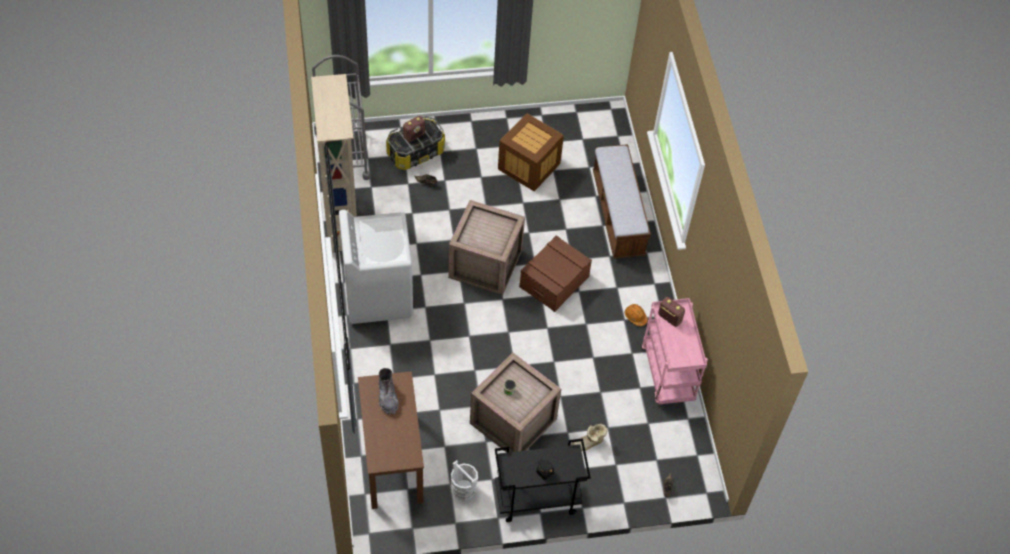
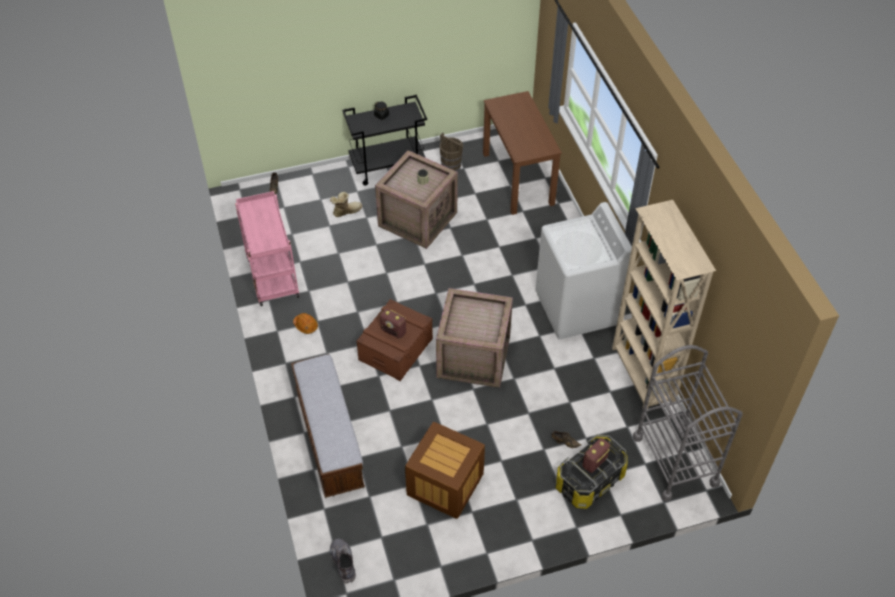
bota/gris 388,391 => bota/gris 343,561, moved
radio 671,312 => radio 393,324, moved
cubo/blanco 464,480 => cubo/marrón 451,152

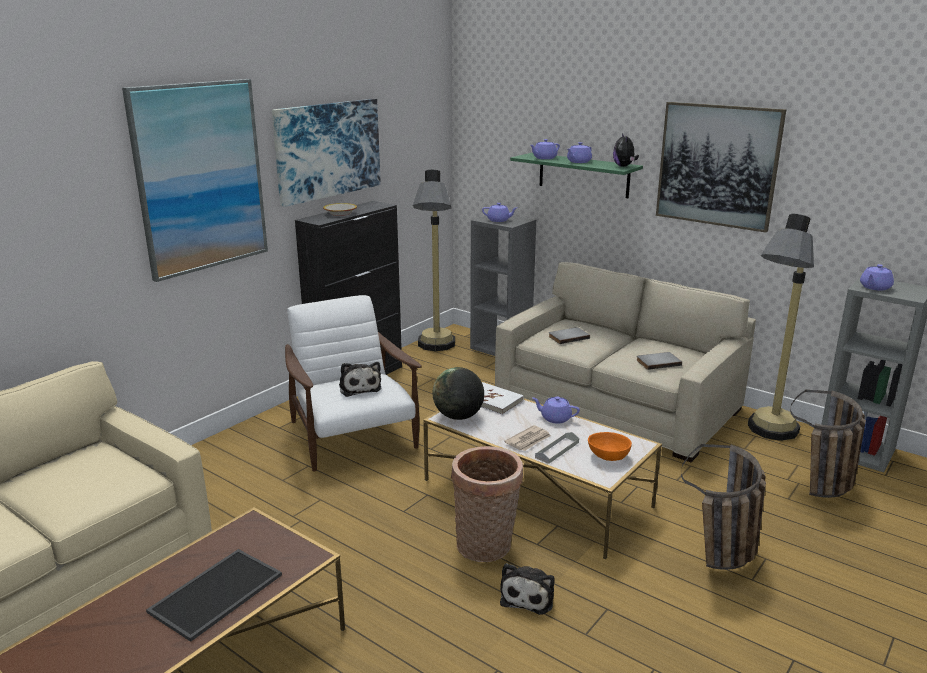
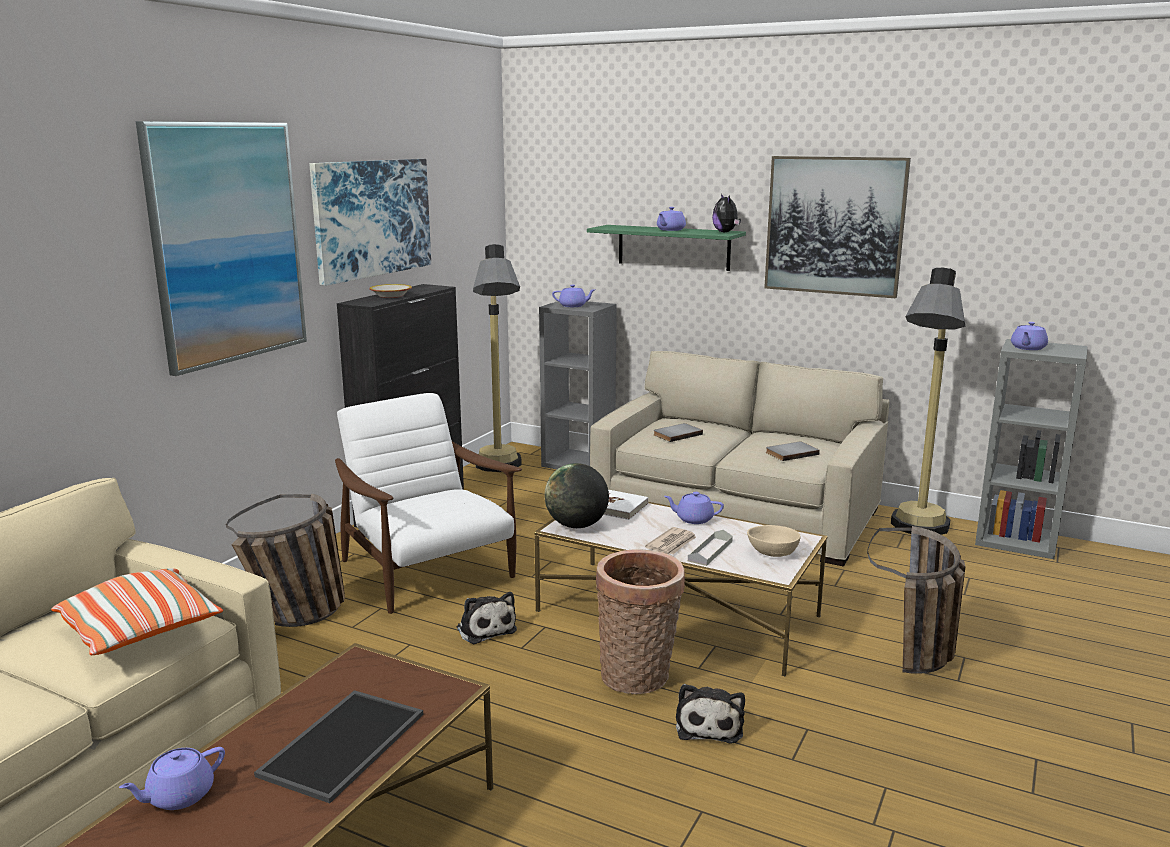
nothing => cojín 137,611
tetera/morado 545,149 => tetera/morado 172,778, moved
cesta 828,444 => cesta 285,560, moved
peluche 360,379 => peluche 487,618, moved
cuenco/naranja 610,446 => cuenco/beis 774,541

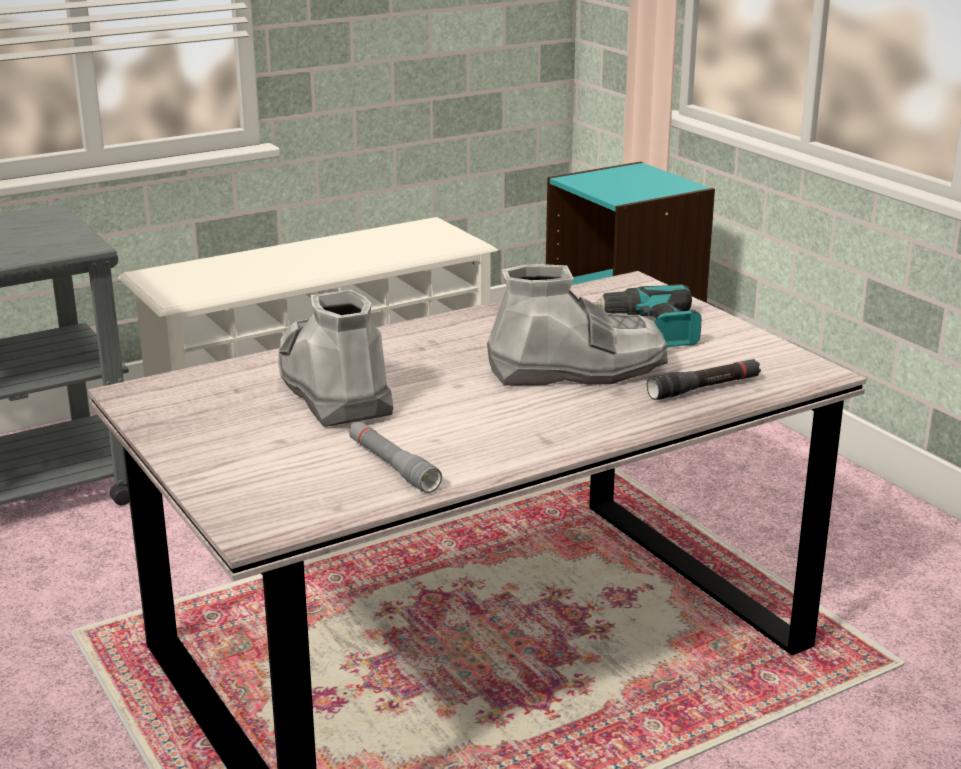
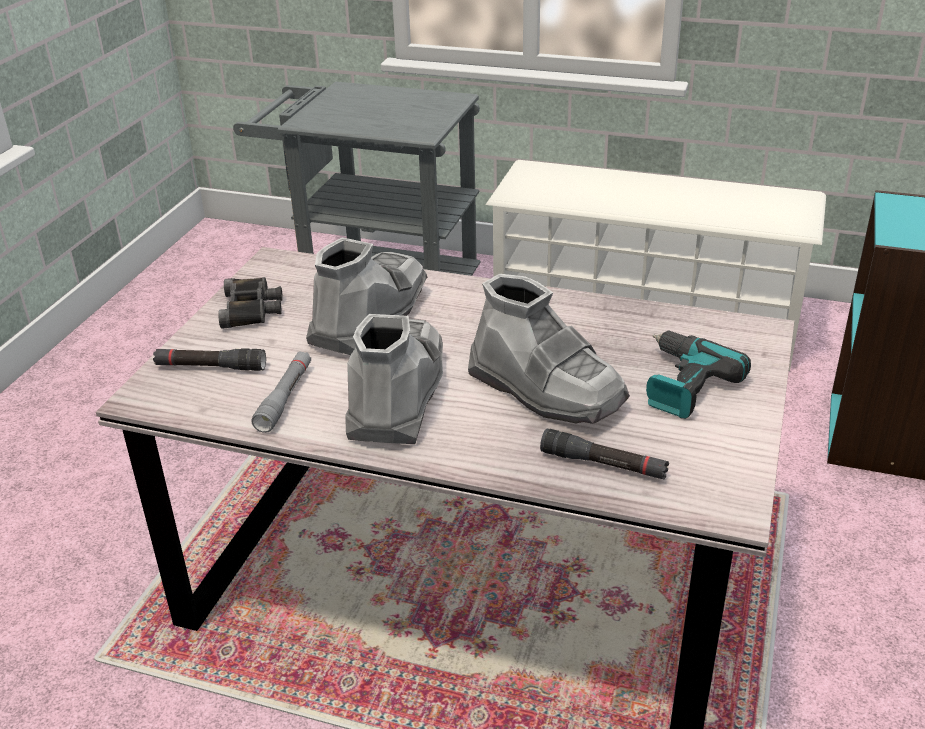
nothing => linterna/negro 209,359
nothing => prismáticos/negro 250,303
nothing => bota/gris 394,379

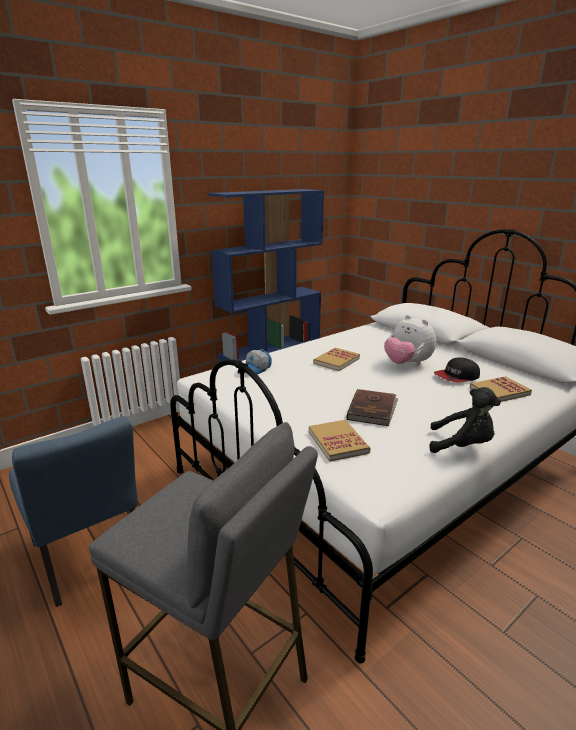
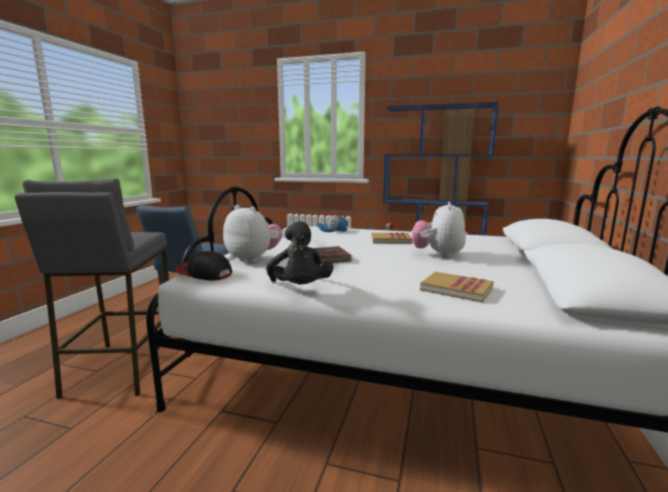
gorra 457,370 => gorra 203,266, moved
libro 340,441 => peluche 252,234

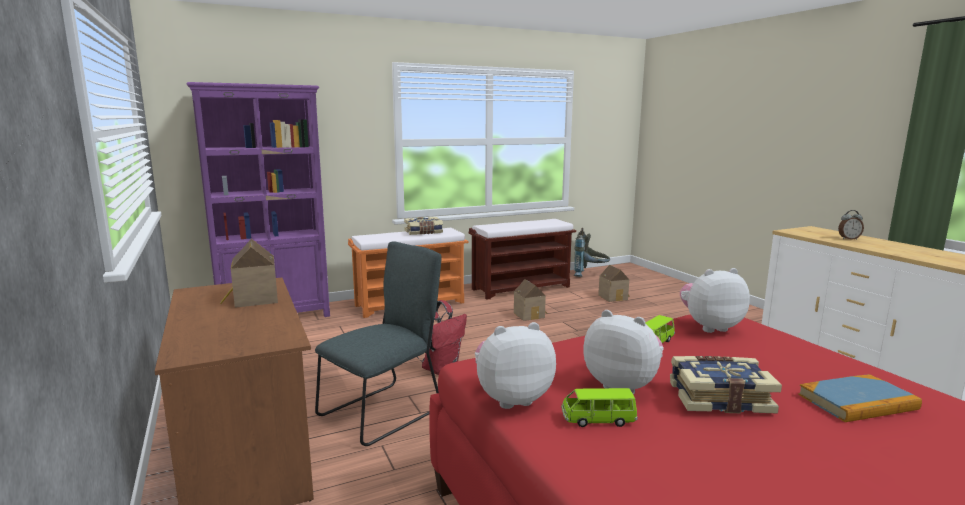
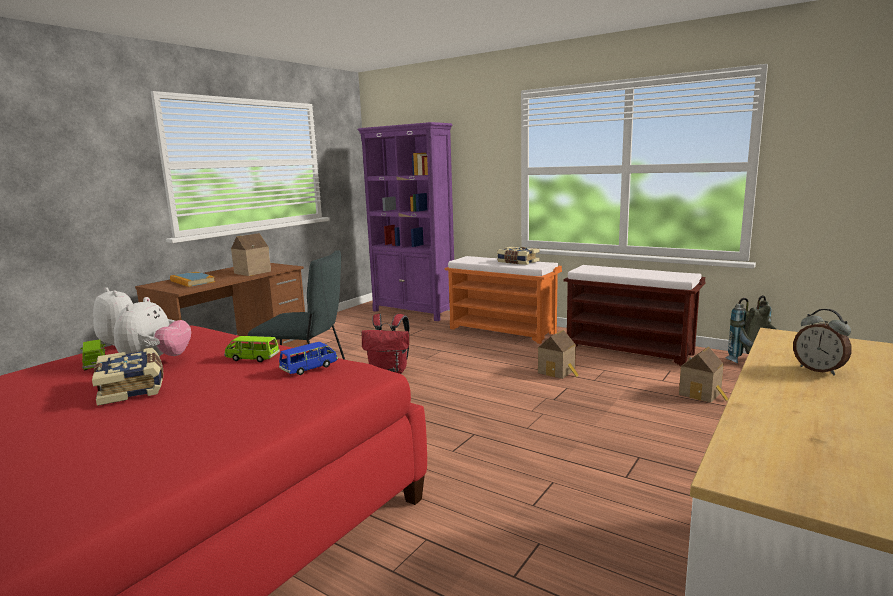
libro 860,398 => libro 192,279, moved
peluche 715,300 => coche de juguete/azul 308,358

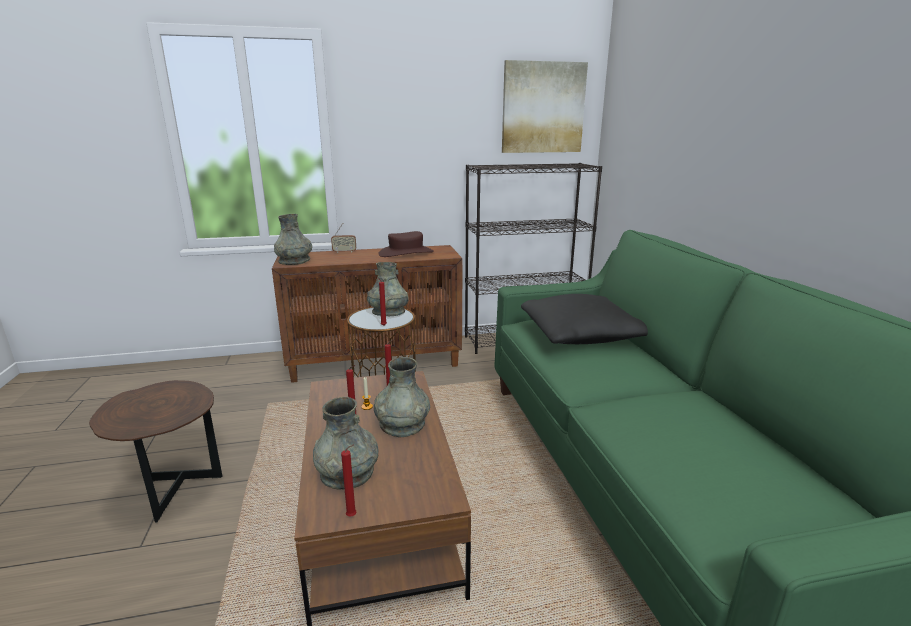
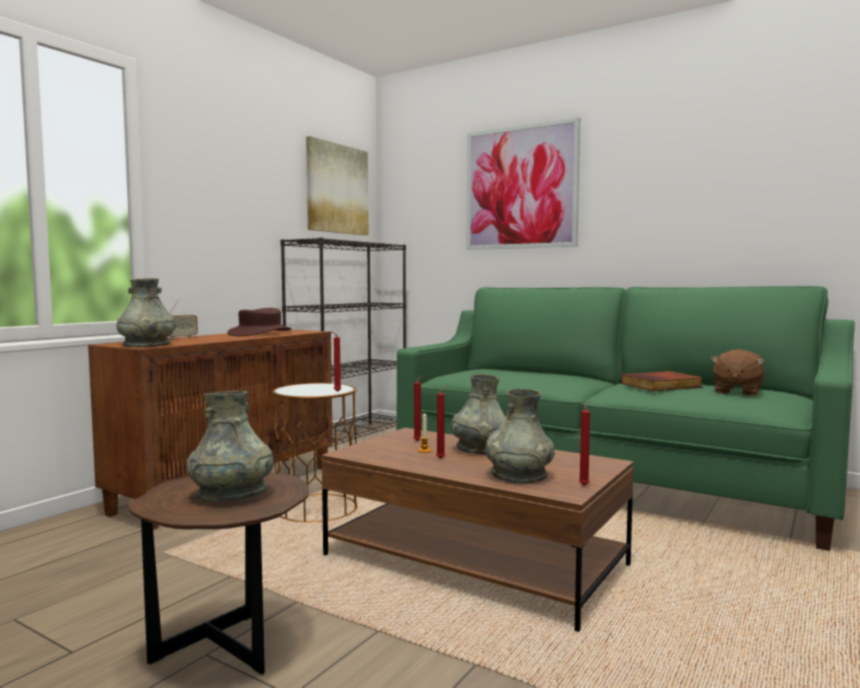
florero/gris 388,289 => florero/gris 230,446, moved
nothing => cuadro 523,183
nothing => libro 662,381
nothing => peluche/marrón 738,372
cojín/negro 584,319 => nothing

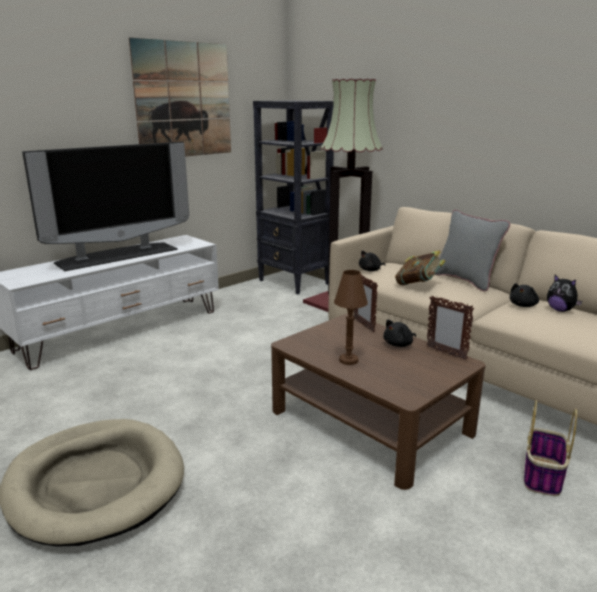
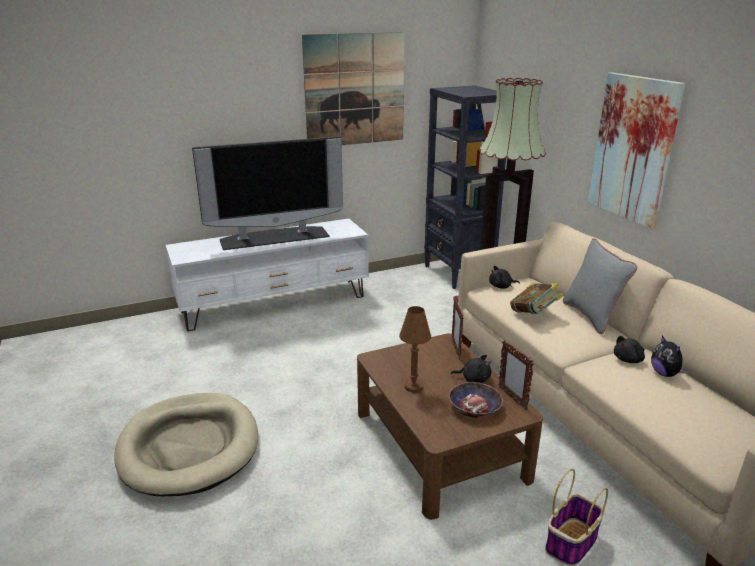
nothing => cuenco 476,400
peluche/negro 399,333 => peluche/negro 471,369, 150 degrees counterclockwise
nothing => cuadro 636,150

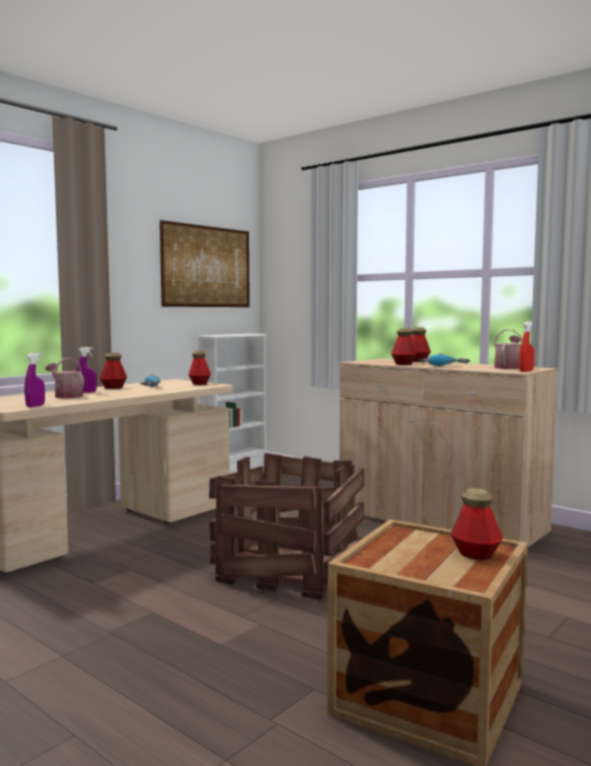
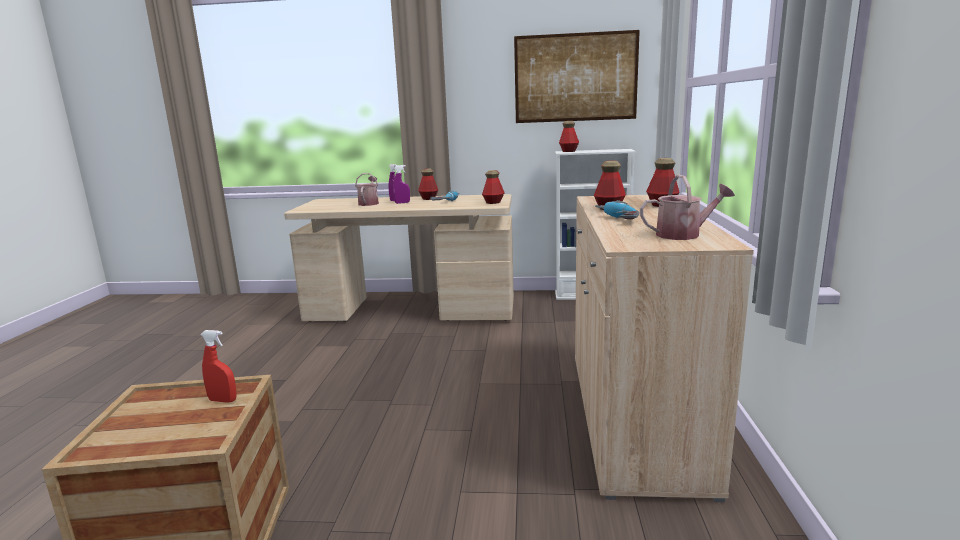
pulverizador/rojo 526,346 => pulverizador/rojo 218,366, moved
pulverizador/morado 34,380 => pulverizador/morado 401,184, moved
botella 477,524 => botella 569,136, moved
caja de embalaje 286,526 => nothing

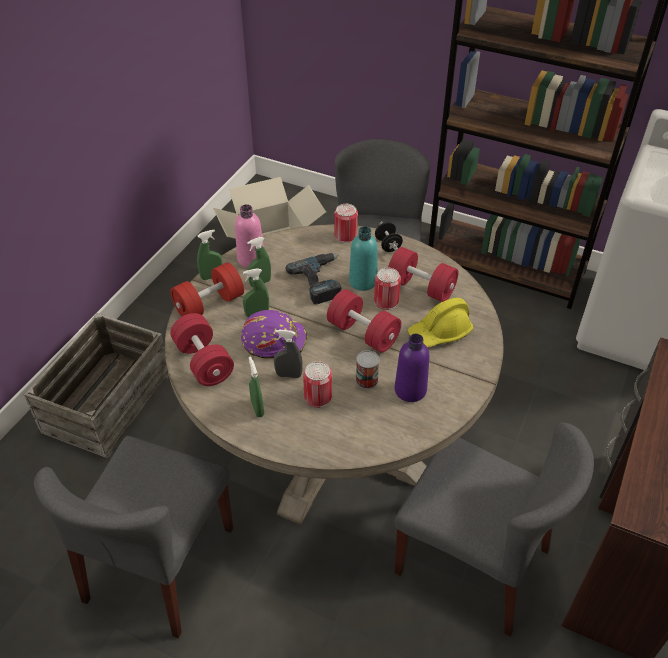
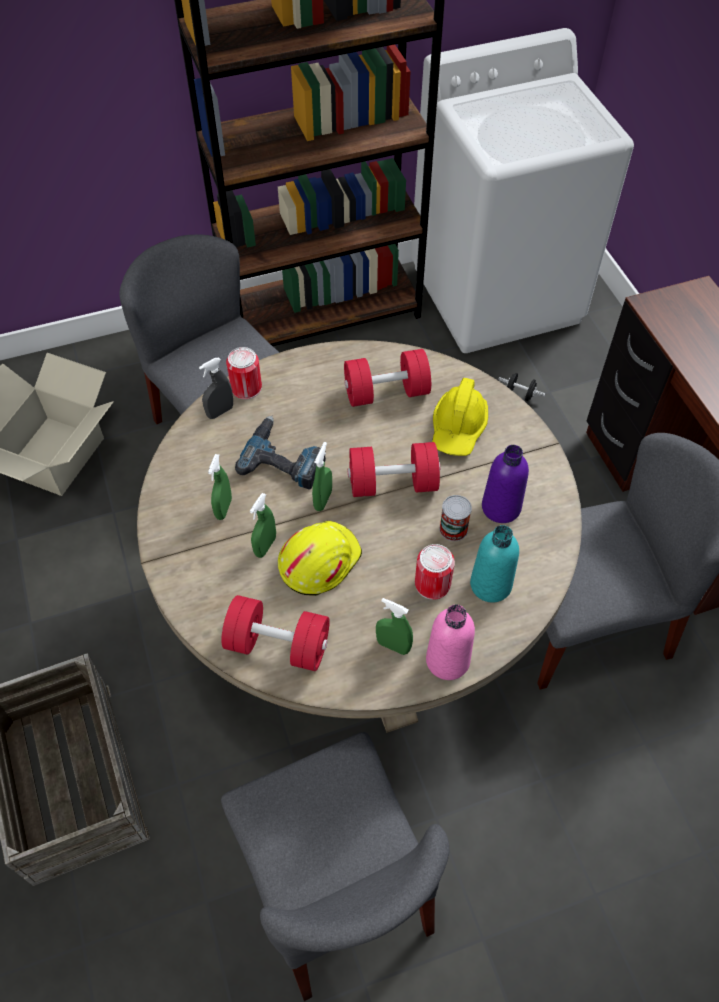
pulverizador/gris 288,354 => pulverizador/gris 216,388, moved
casco/morado 274,334 => casco/amarillo 320,558
pulverizador/verde 209,255 => pulverizador/verde 322,476, moved
botella/rosa 249,236 => botella/rosa 450,642, moved
botella/turquesa 363,258 => botella/turquesa 494,564, moved
mancuerna/negro 389,237 => mancuerna/negro 521,387, moved
mancuerna/rojo 207,289 => nothing
lata 387,288 => nothing

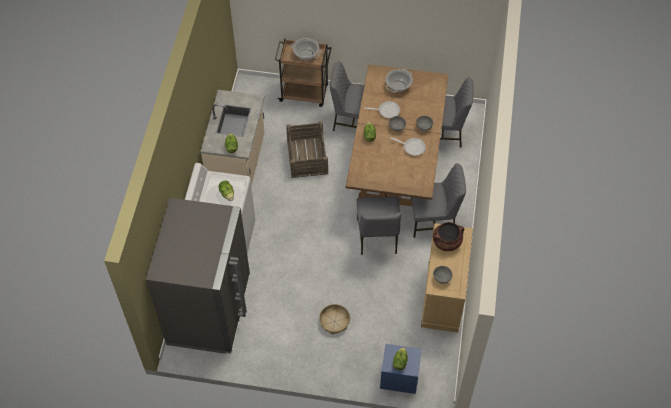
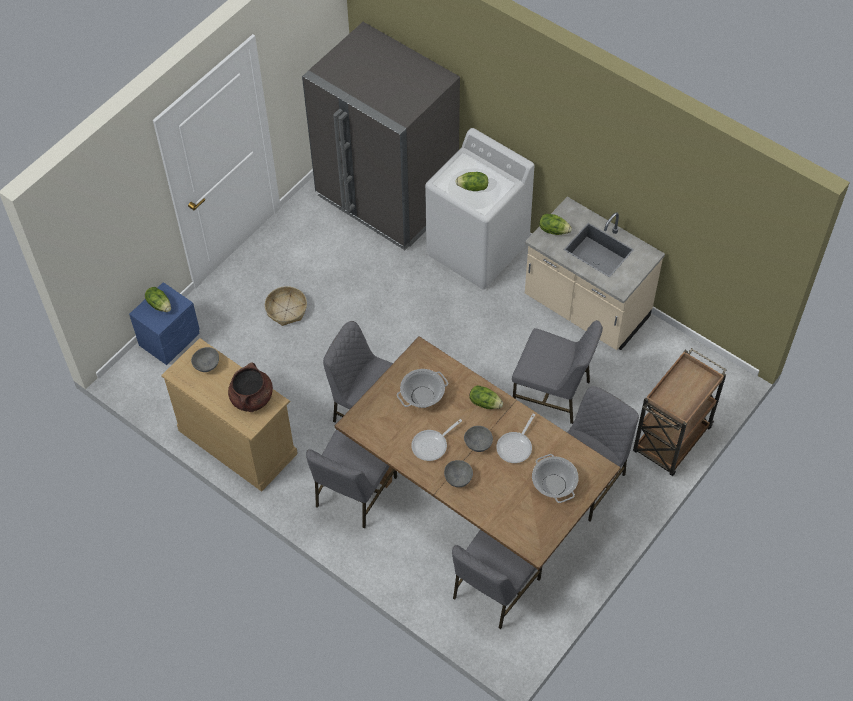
olla 306,49 => olla 422,388, moved
caja de embalaje 307,149 => silla/gris 557,372

